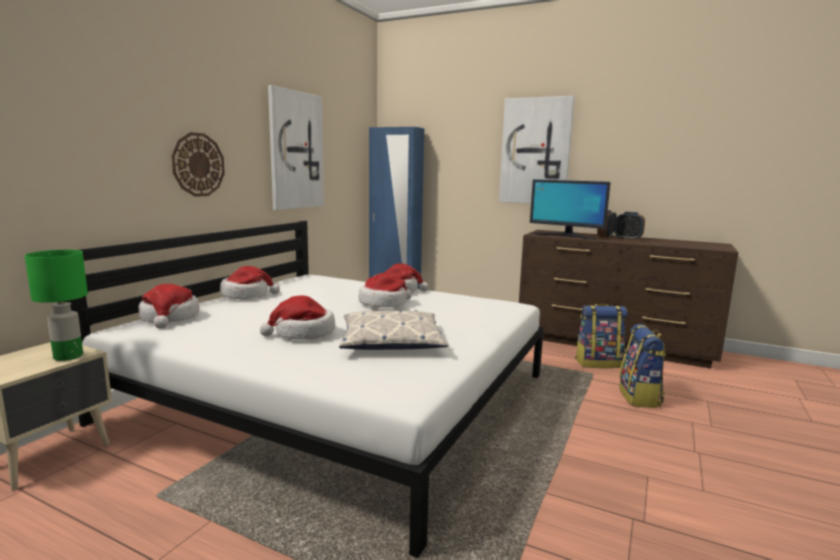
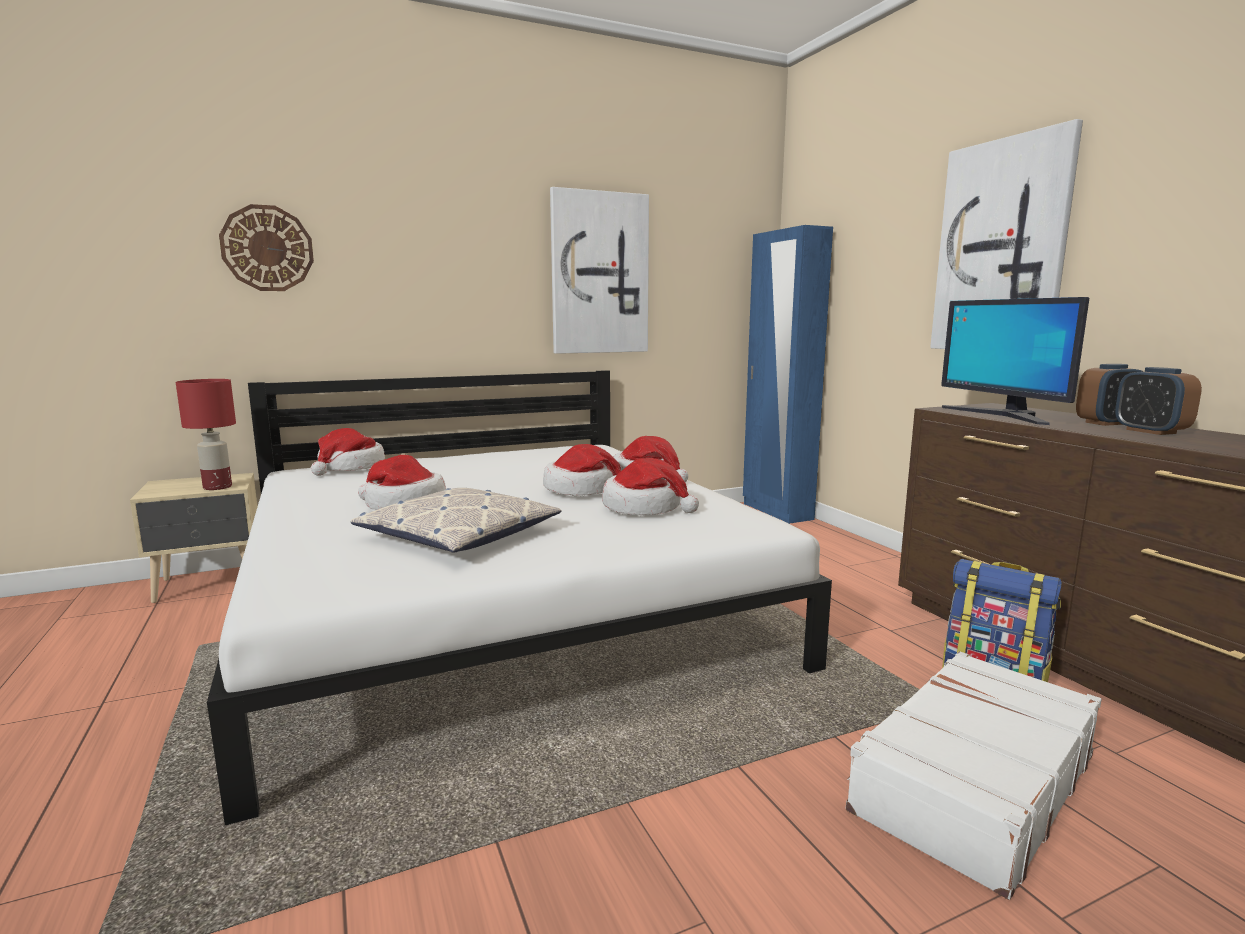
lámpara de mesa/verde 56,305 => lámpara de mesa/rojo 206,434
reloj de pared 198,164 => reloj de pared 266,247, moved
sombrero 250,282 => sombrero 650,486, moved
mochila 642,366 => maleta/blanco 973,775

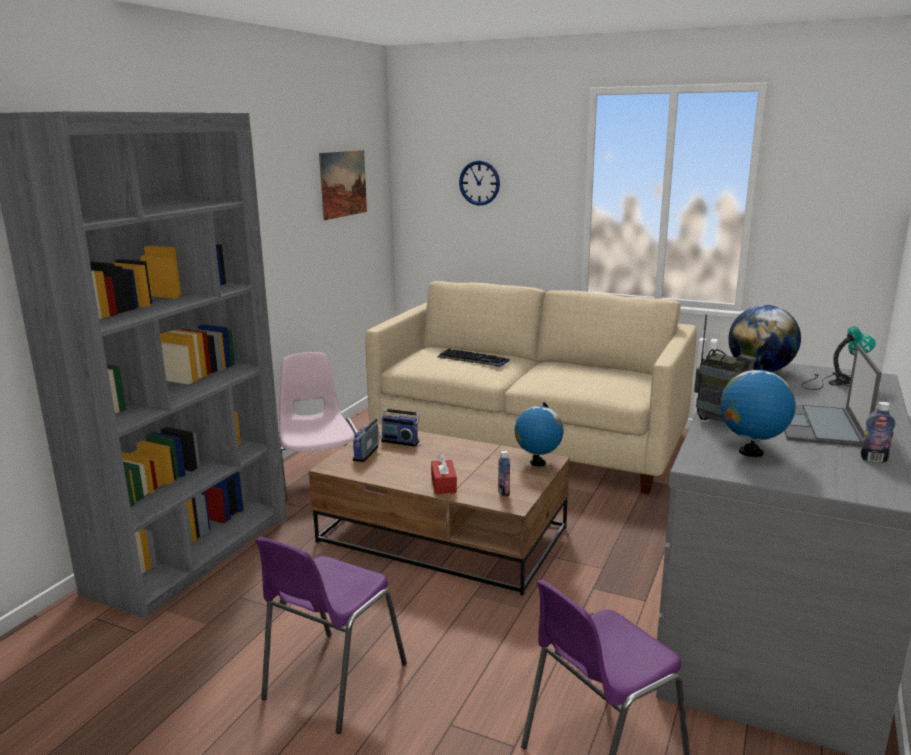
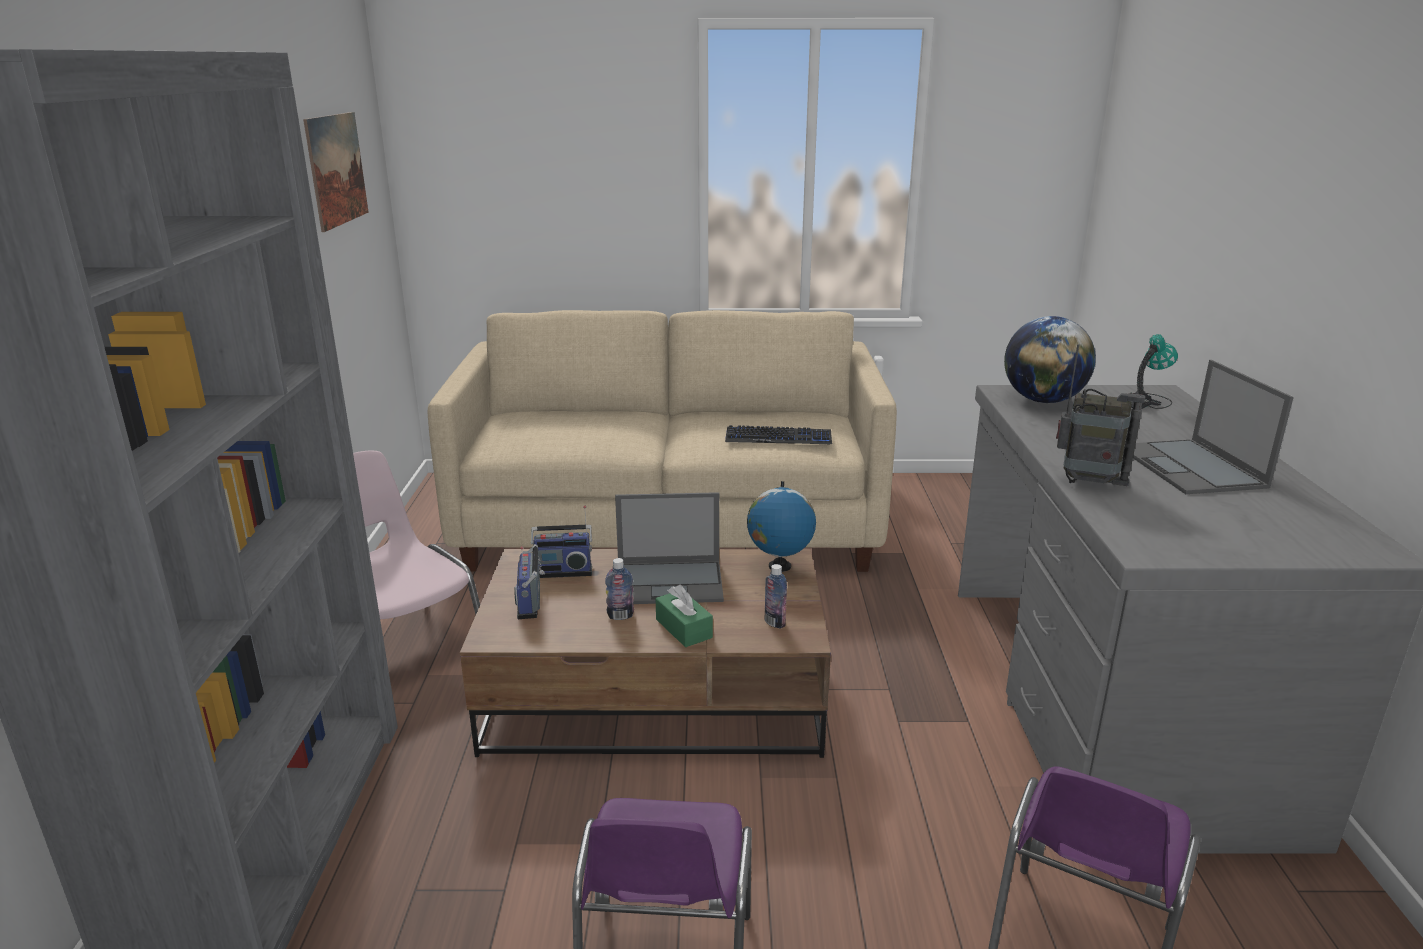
botella 878,432 => botella 619,589, moved
nothing => portátil 669,548
caja de pañuelos/rojo 444,473 => caja de pañuelos/verde 684,615
teclado 473,358 => teclado 778,434, moved
reloj de pared 479,183 => nothing
globo terráqueo 757,410 => nothing

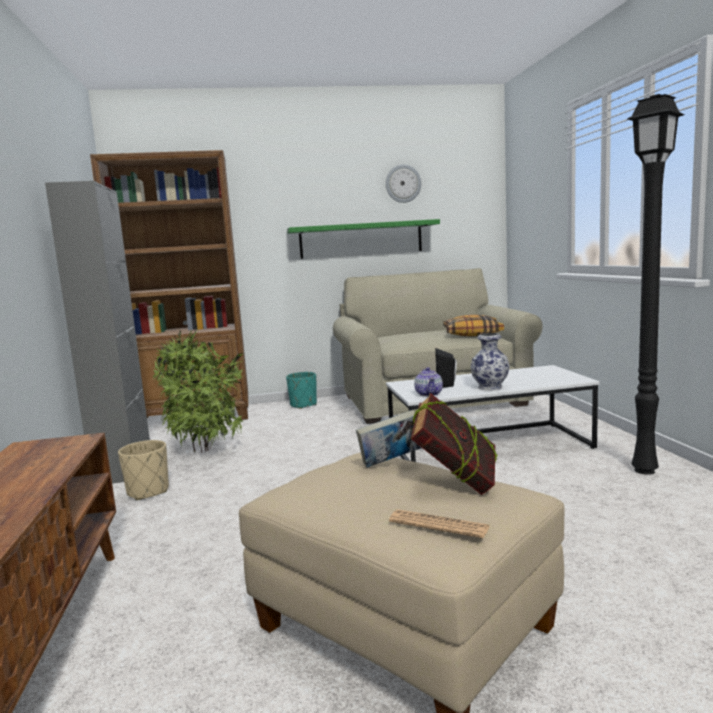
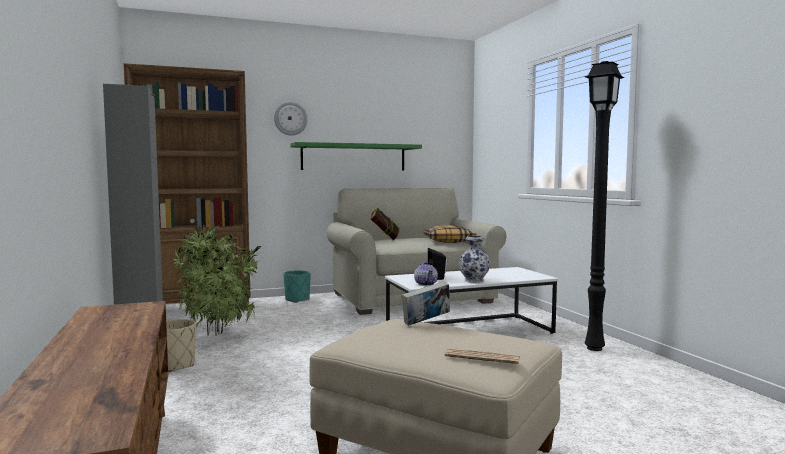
reloj de pared 403,183 => reloj de pared 291,119, moved
libro 454,444 => libro 385,224, moved

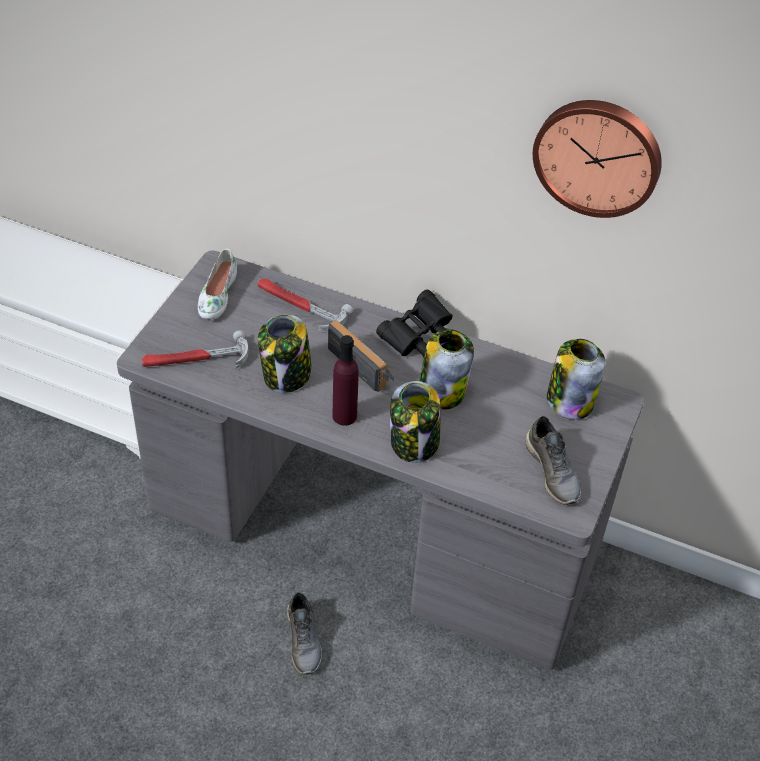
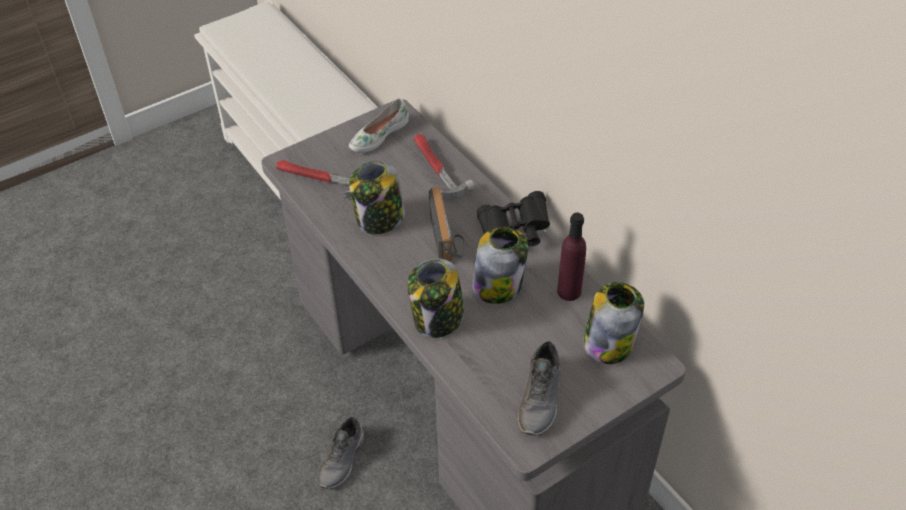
botella/morado 345,380 => botella/morado 571,257, moved
reloj de pared 597,159 => nothing

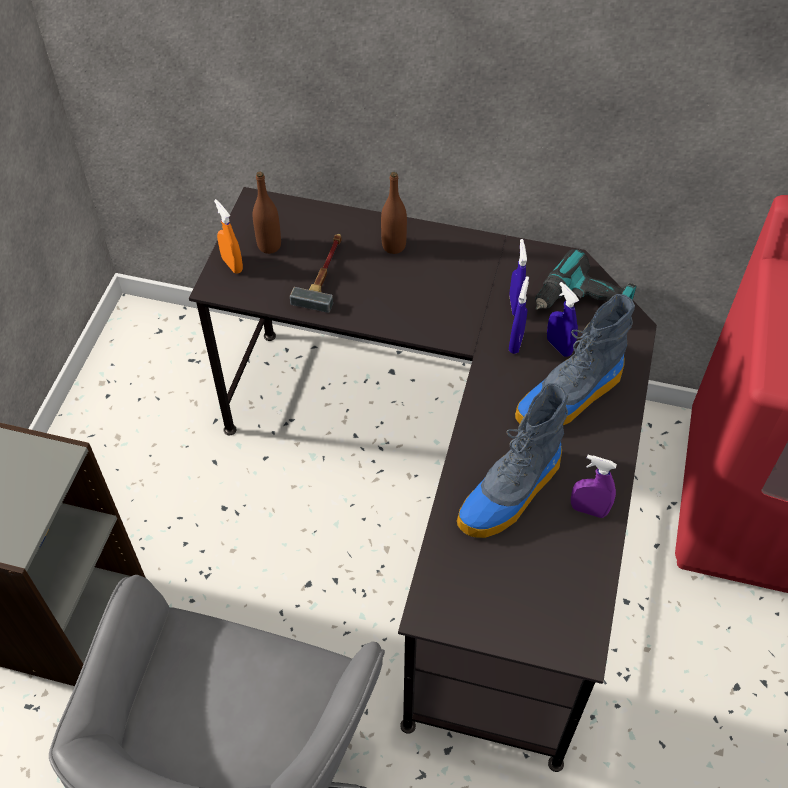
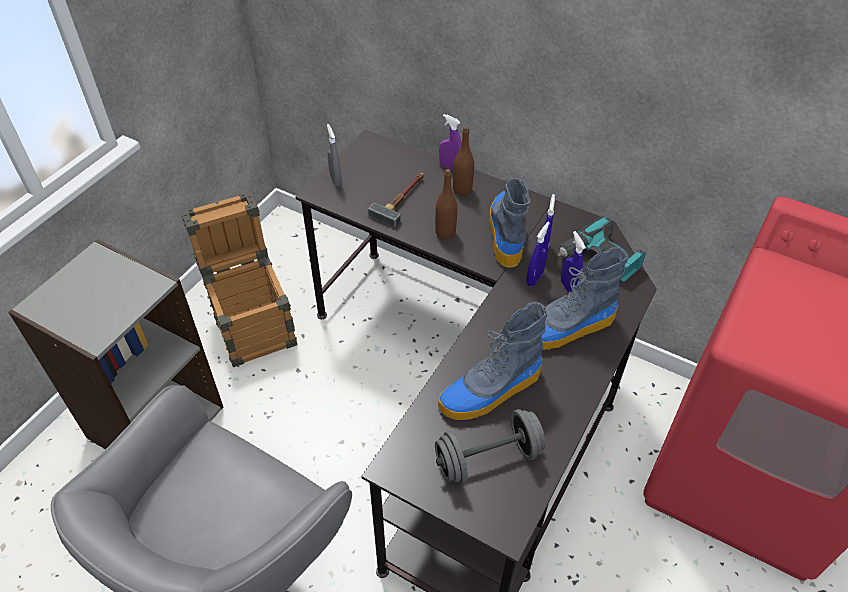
nothing => caja de embalaje 239,279
pulverizador/naranja 228,236 => pulverizador/gris 334,155
botella/marrón 267,212 => botella/marrón 446,204, moved
nothing => mancuerna/gris 490,446
pulverizador/morado 594,486 => pulverizador/morado 450,142, moved
nothing => bota 509,221

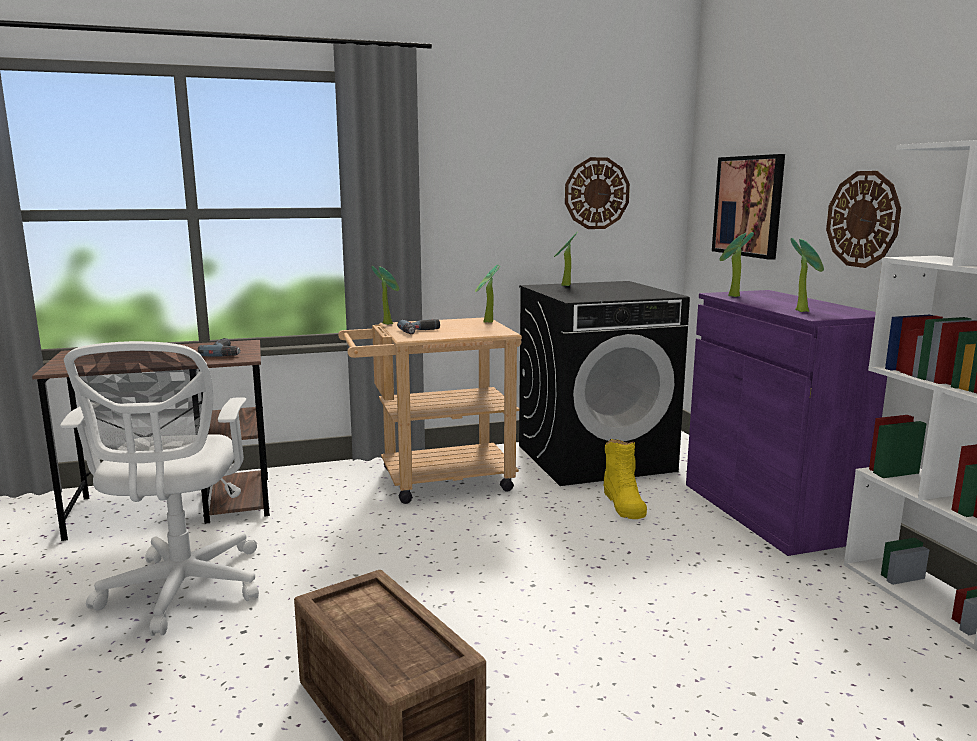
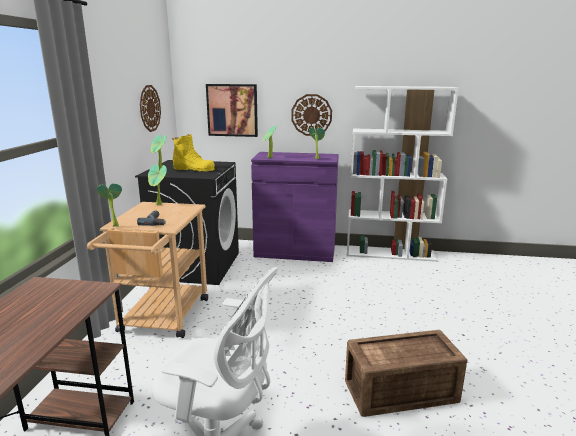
bota/amarillo 625,479 => bota/amarillo 193,153, moved
taladro 219,347 => nothing

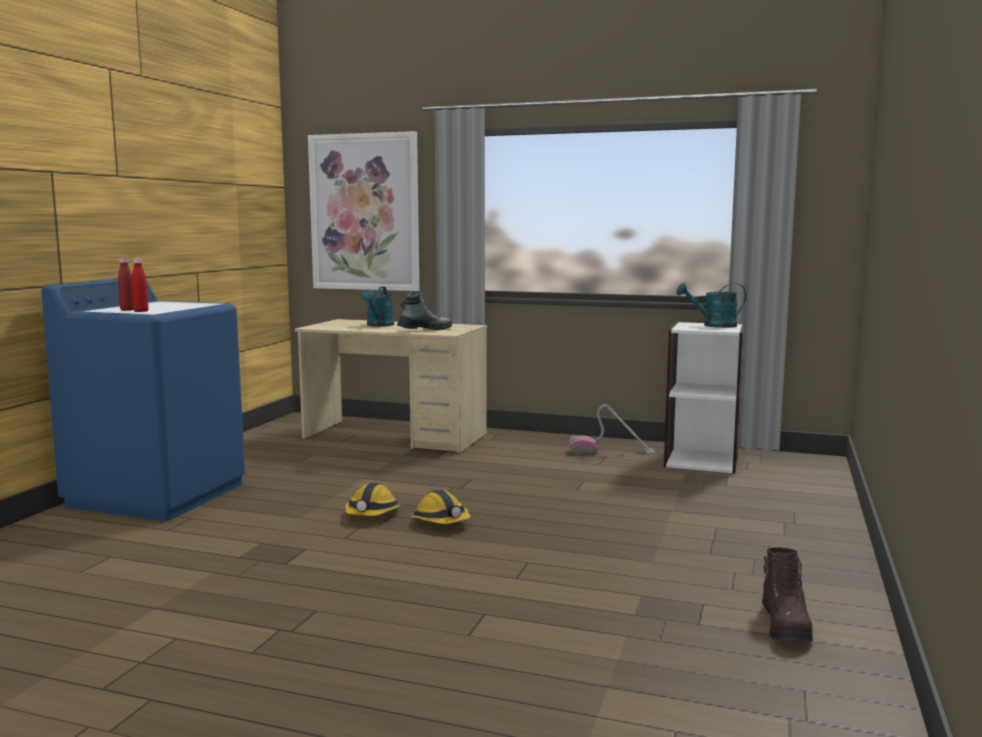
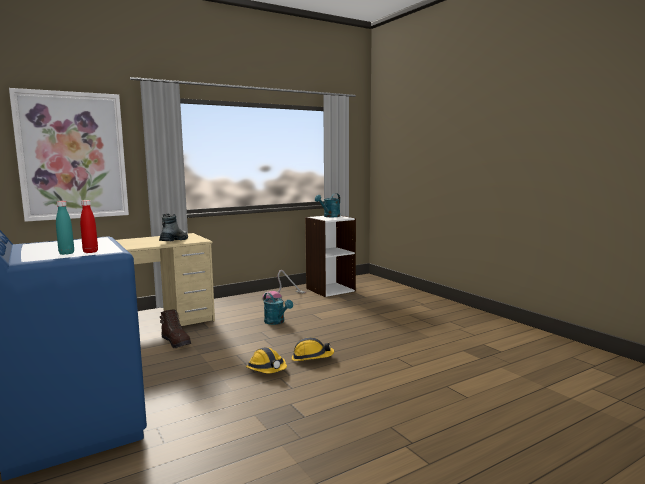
botella/rojo 126,284 => botella/turquesa 65,228
bota/marrón 787,594 => bota/marrón 175,329, moved
regadera/turquesa 378,306 => regadera/turquesa 278,309, moved

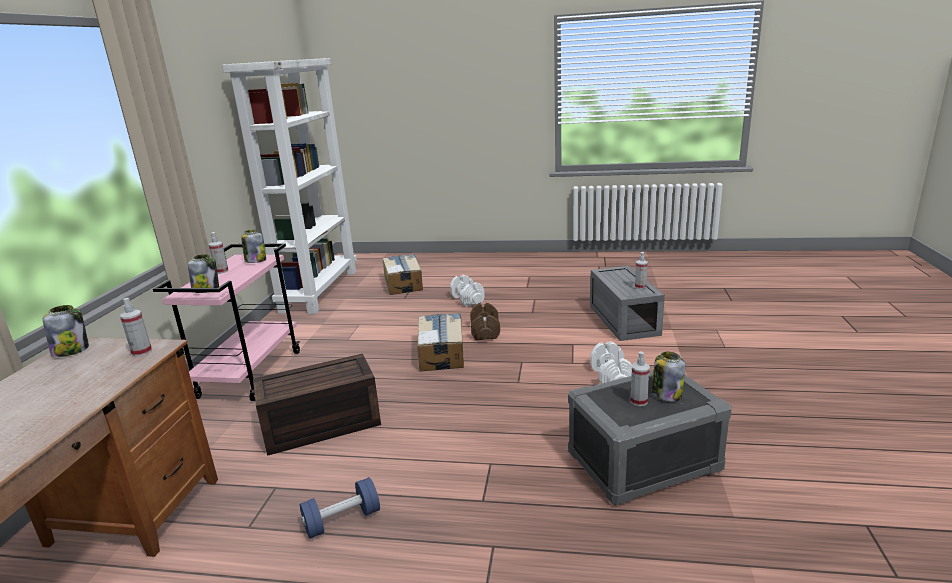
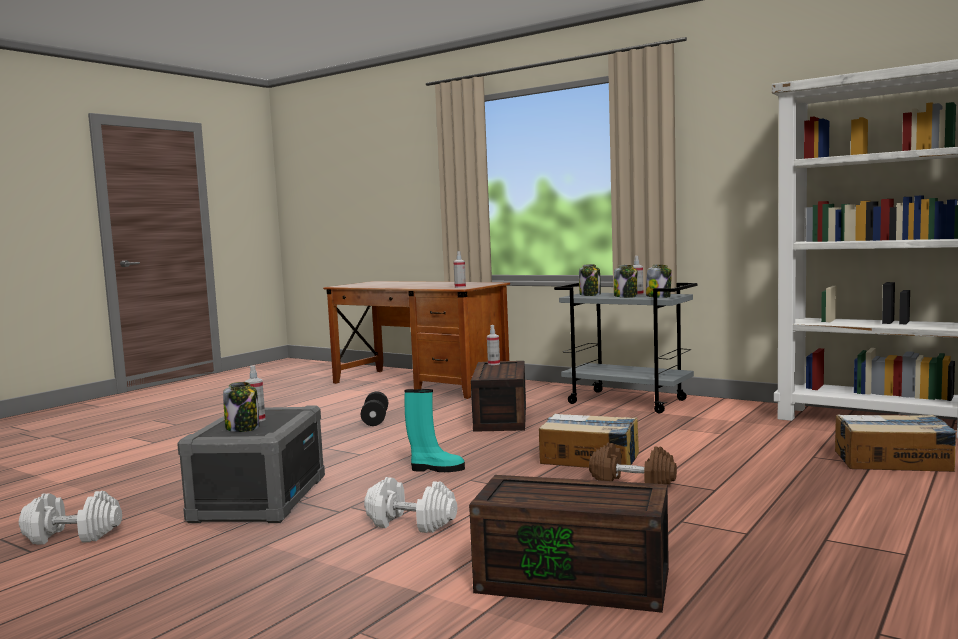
mancuerna/blanco 467,291 => mancuerna/blanco 70,518, moved
mancuerna/azul 340,507 => mancuerna/negro 374,408
nothing => bota/turquesa 434,430
caja de almacenaje/gris 627,303 => caja de almacenaje/marrón 569,544
pulverizador 641,270 => pulverizador 493,345, moved
carrito/rosa 226,322 => carrito/gris 625,348
tarro 66,331 => tarro 626,281, moved

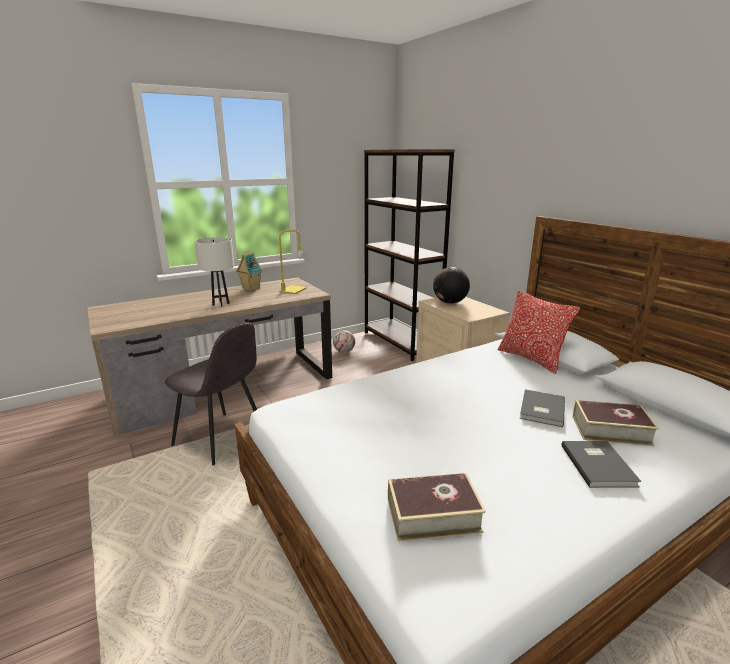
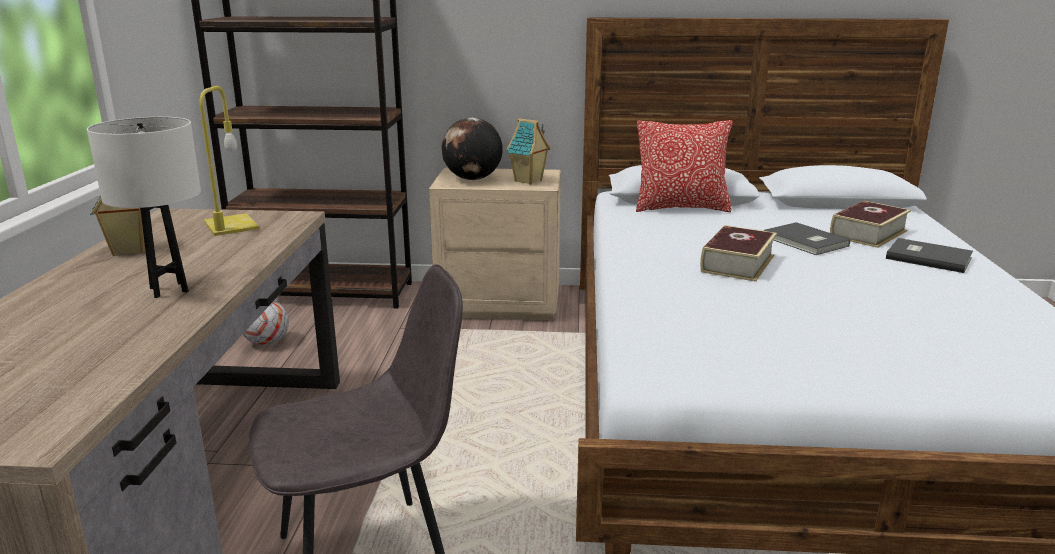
nothing => casita 528,151
libro 437,507 => libro 738,253, moved

